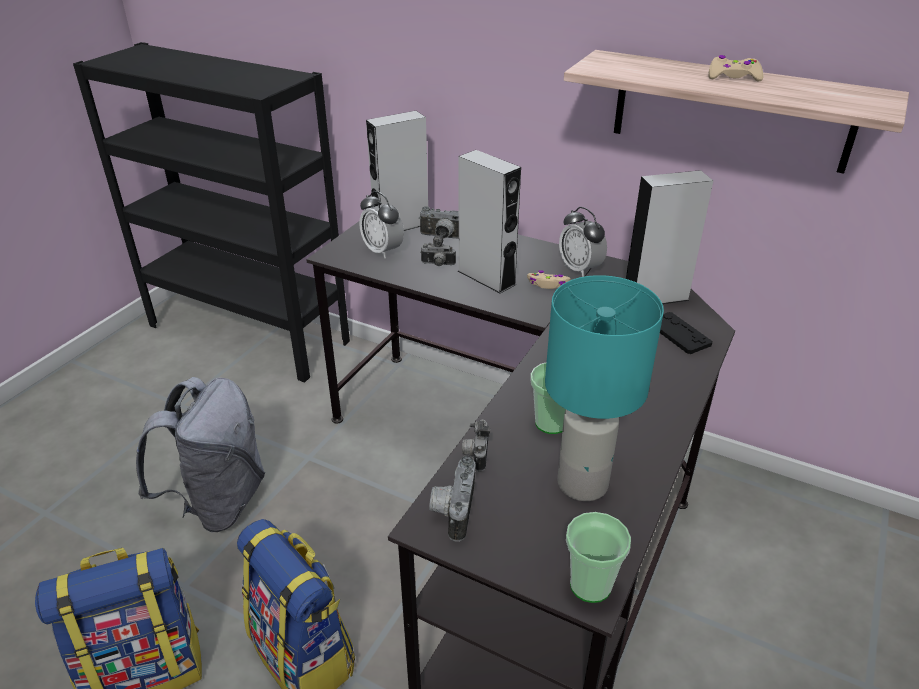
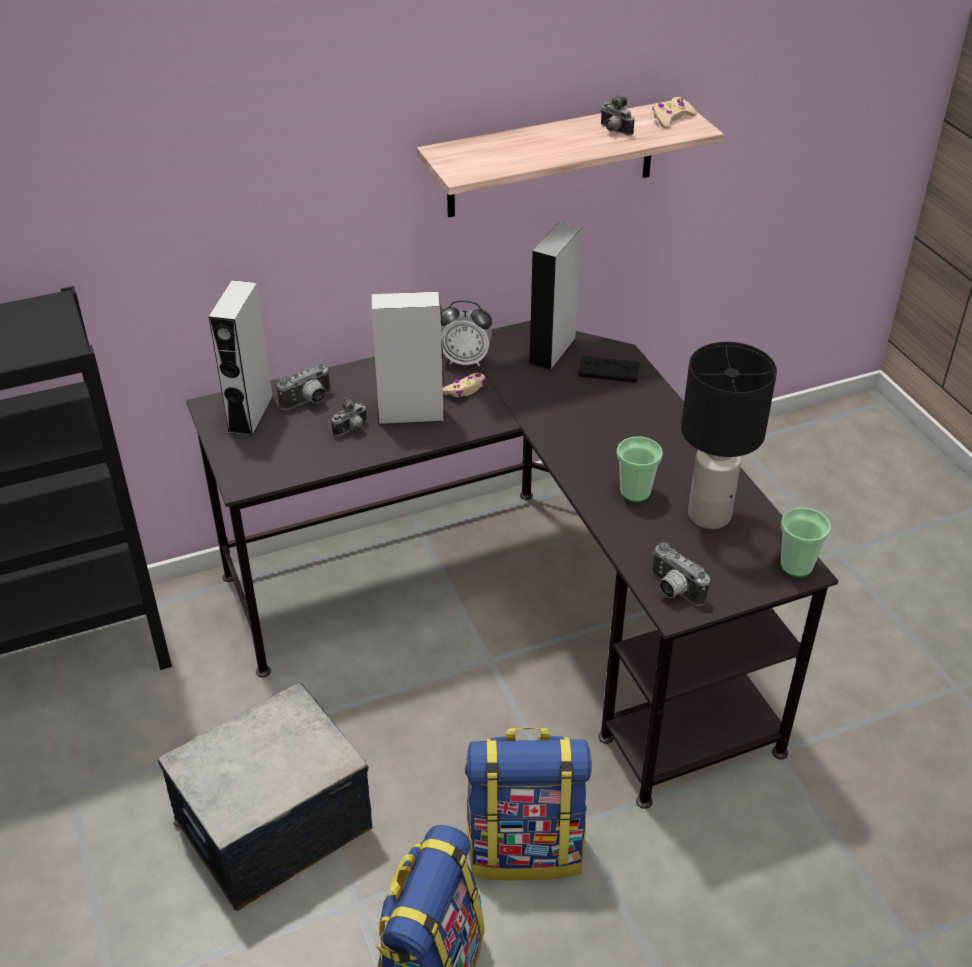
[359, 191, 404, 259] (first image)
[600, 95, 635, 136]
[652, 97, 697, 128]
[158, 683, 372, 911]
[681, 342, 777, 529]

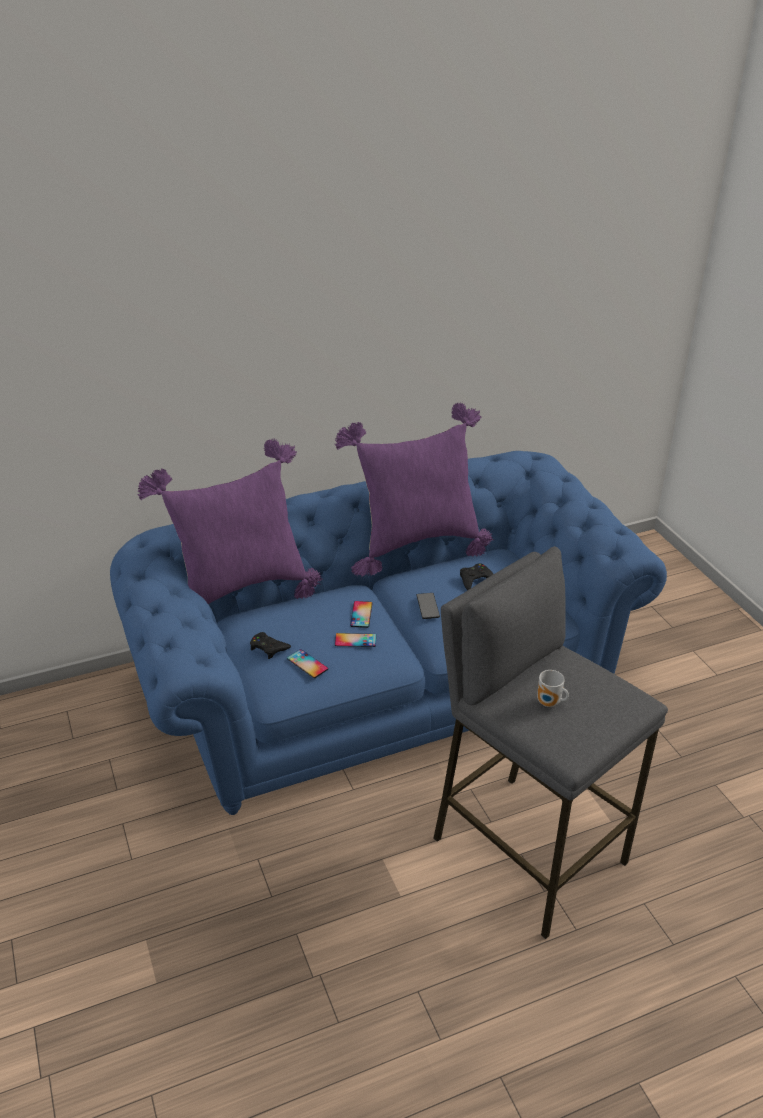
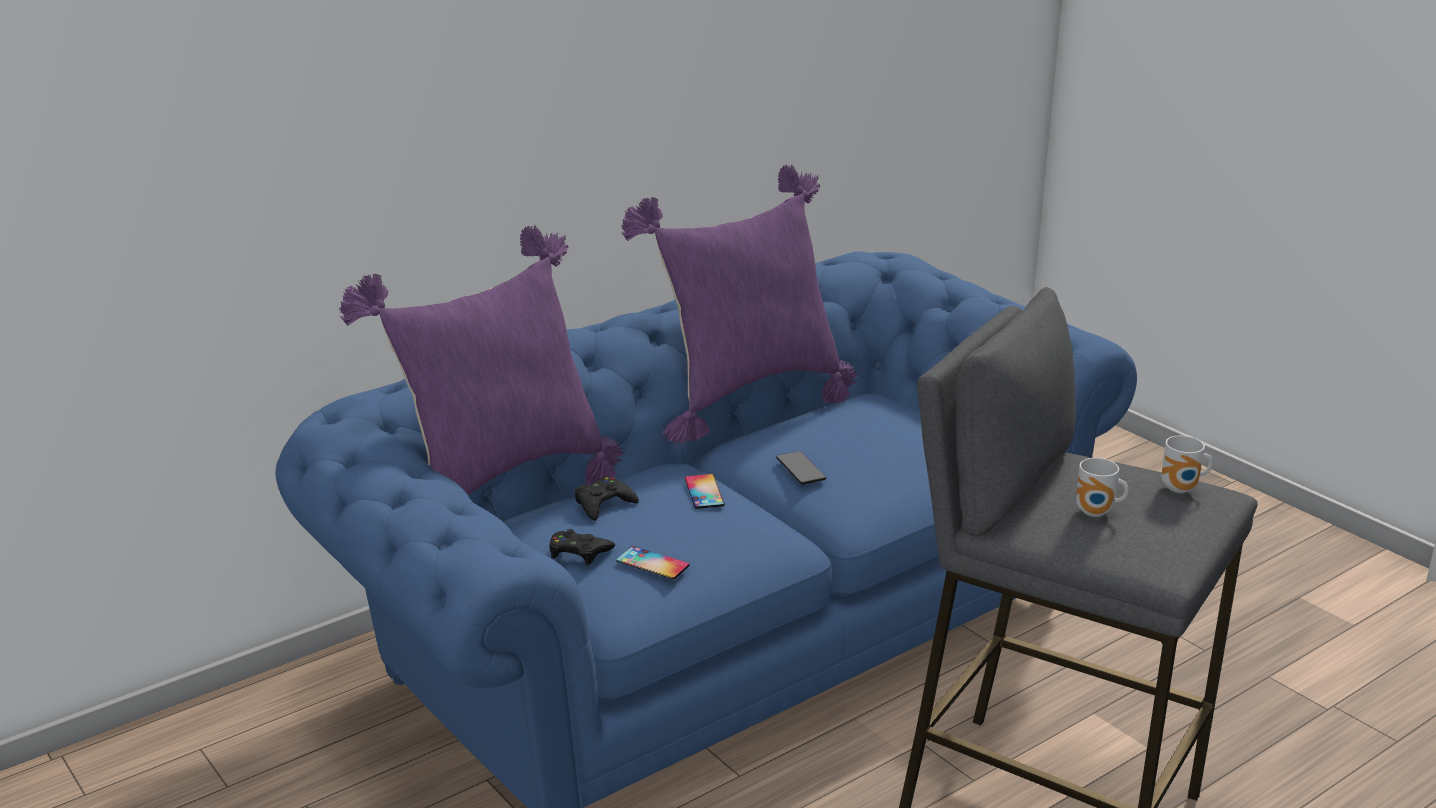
[335, 633, 376, 647] (first image)
[1161, 436, 1213, 493]
[575, 477, 639, 521]

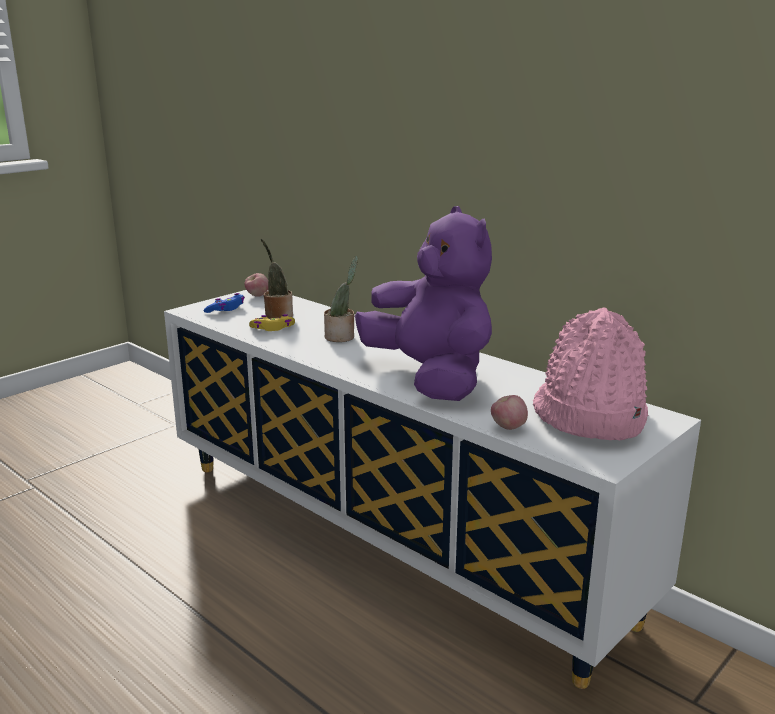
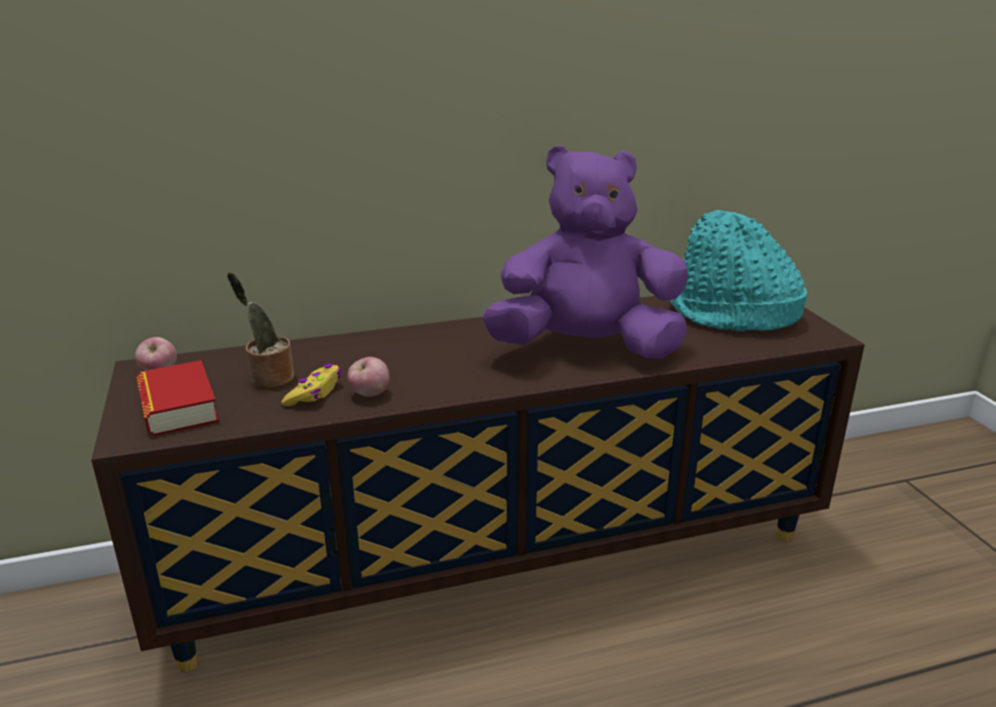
[324, 256, 358, 342] (first image)
[347, 357, 389, 397]
[137, 360, 219, 436]
[91, 296, 865, 673]
[670, 210, 807, 332]

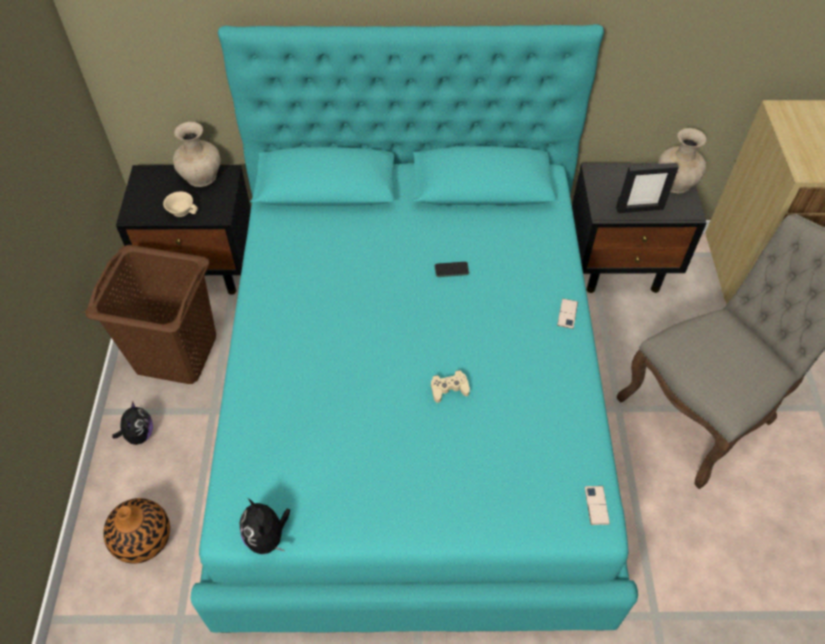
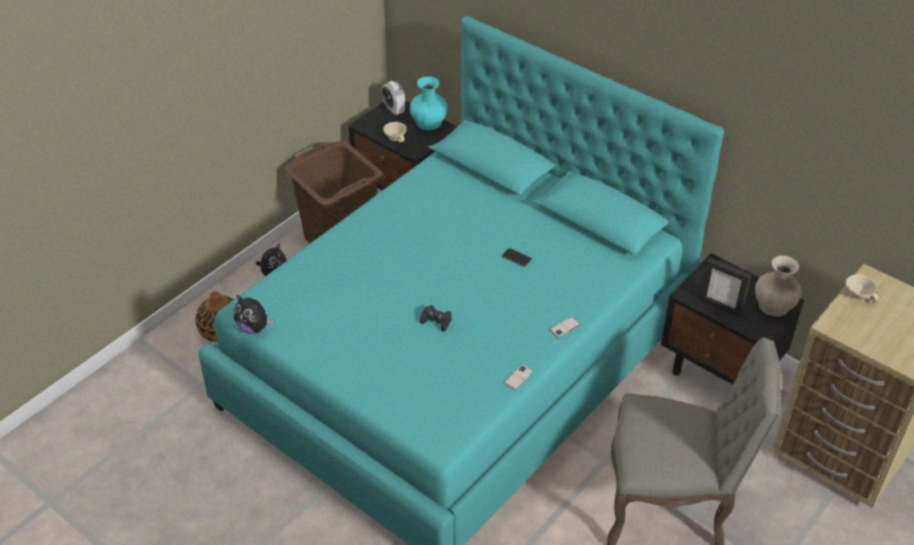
[382, 81, 406, 115]
[846, 274, 878, 303]
[504, 364, 533, 390]
[410, 76, 448, 130]
[420, 305, 451, 332]
[234, 294, 273, 334]

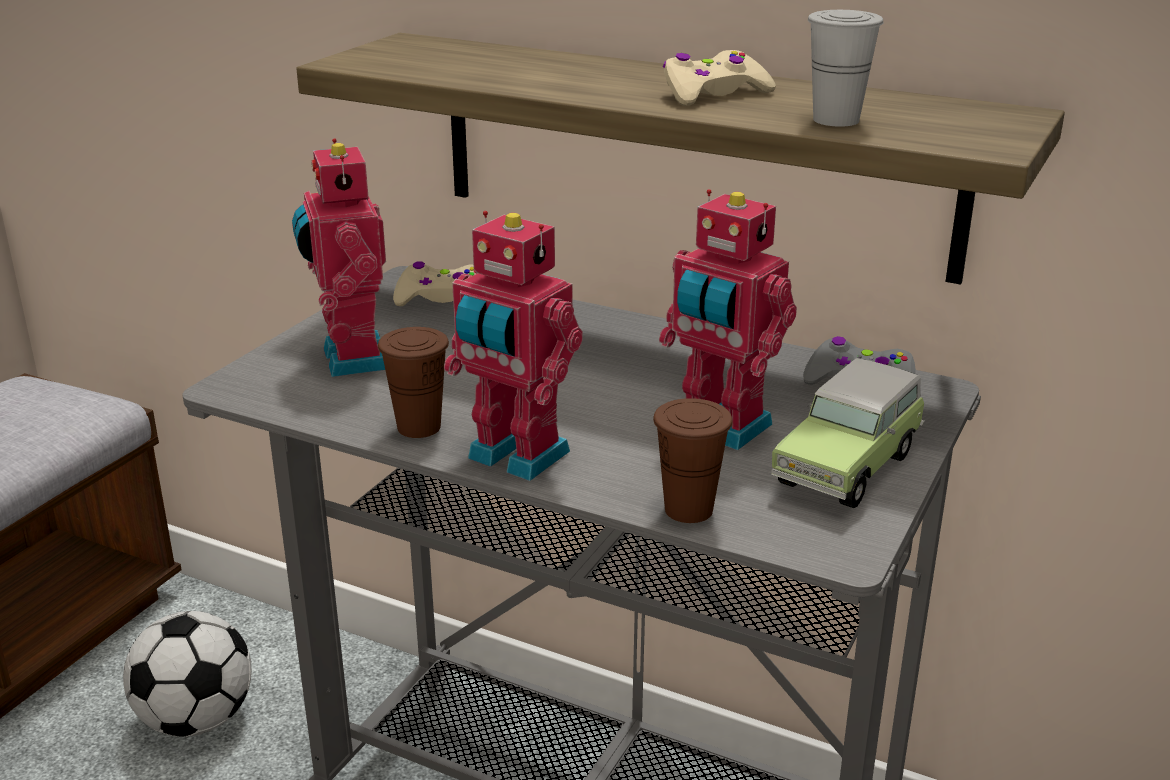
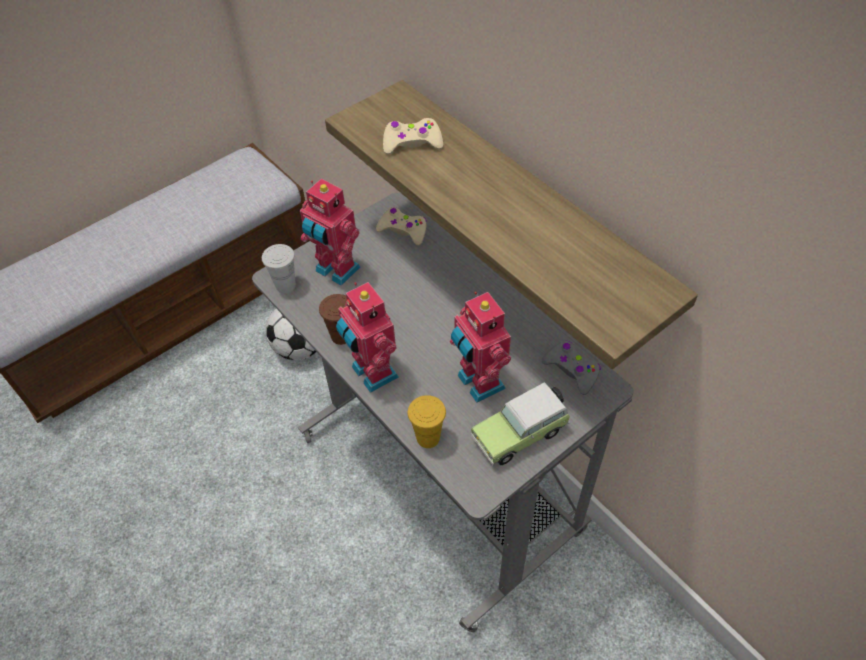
[383, 118, 443, 155]
[262, 244, 296, 293]
[408, 395, 446, 448]
[300, 179, 360, 286]

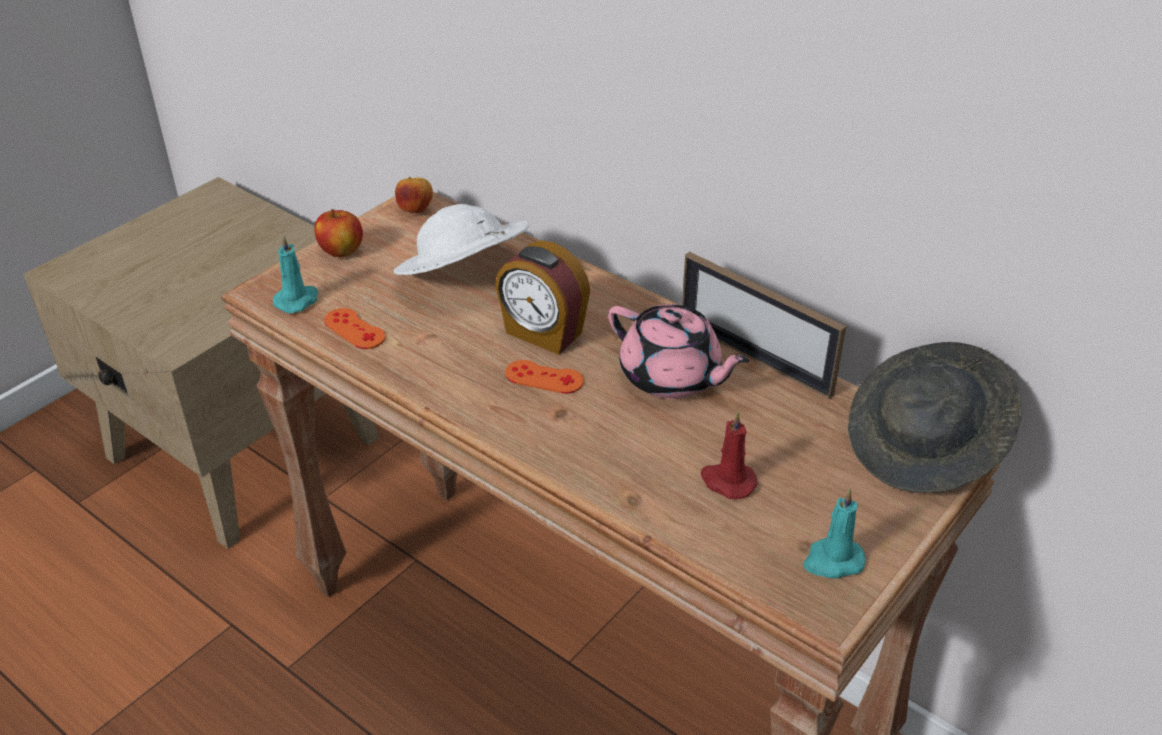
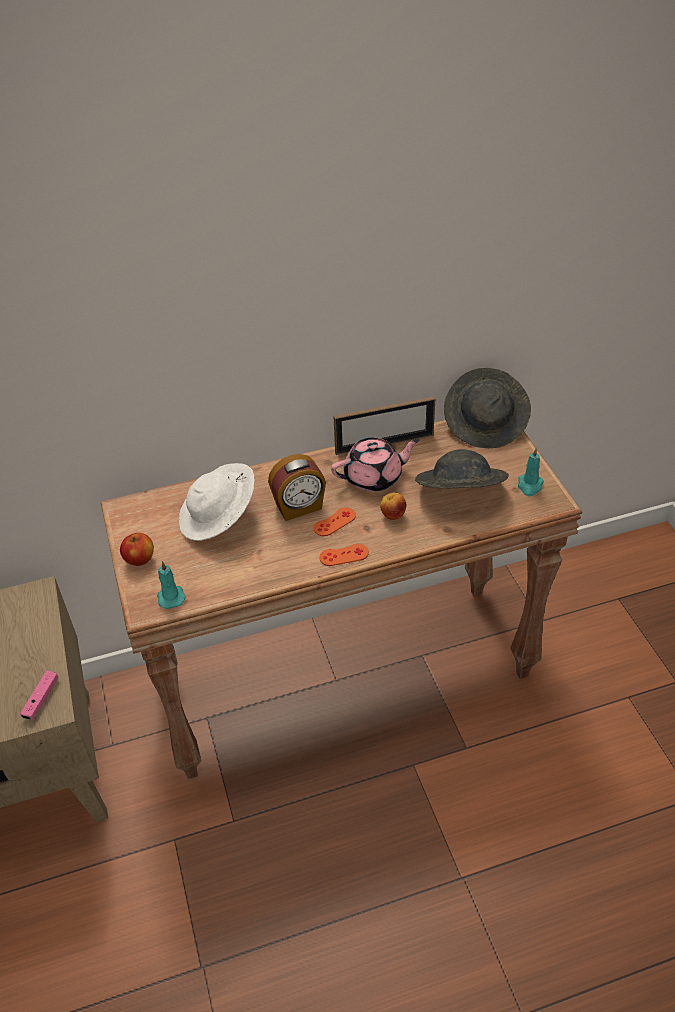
[20, 671, 58, 720]
[319, 544, 369, 566]
[380, 493, 406, 520]
[415, 449, 509, 489]

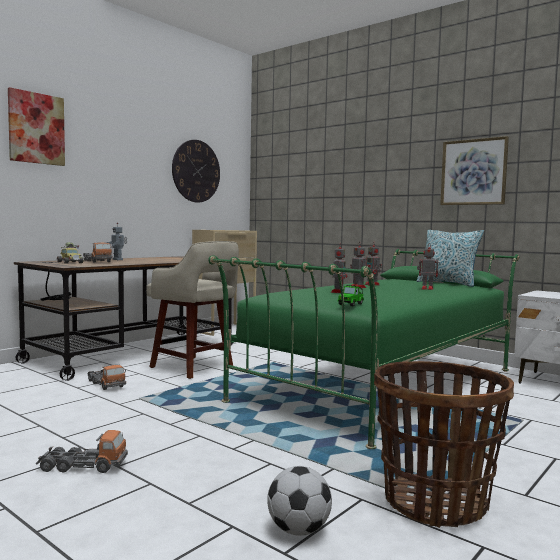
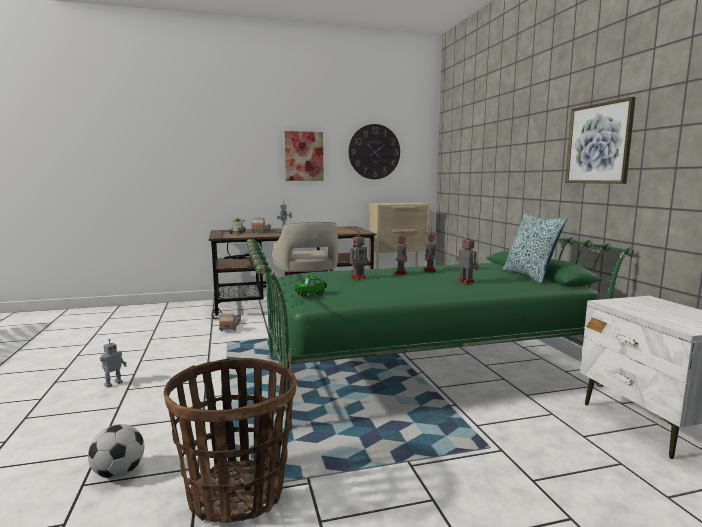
[284, 131, 324, 181]
[100, 339, 127, 388]

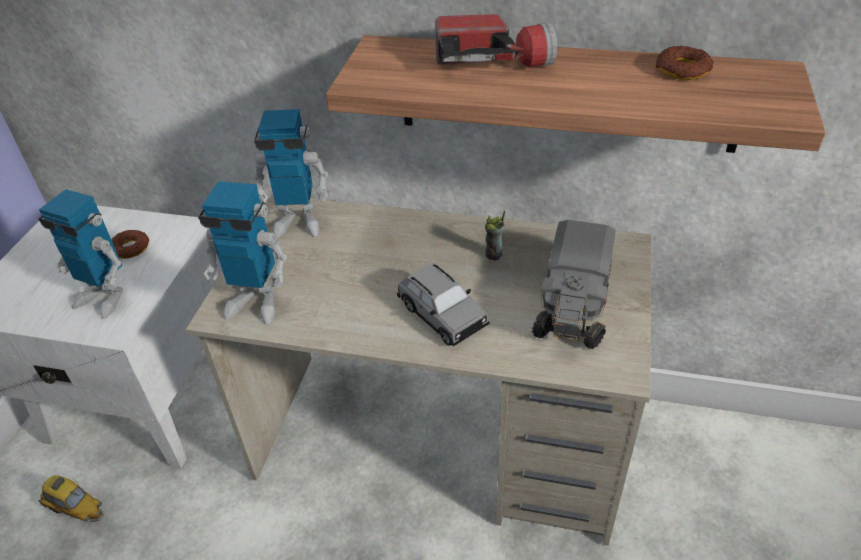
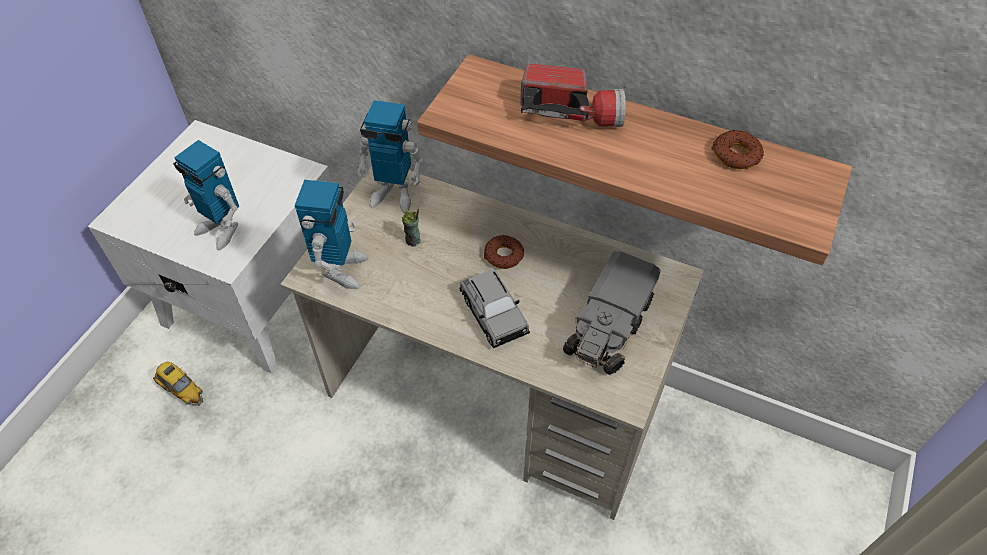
[484, 235, 524, 269]
[402, 209, 421, 247]
[295, 180, 369, 289]

